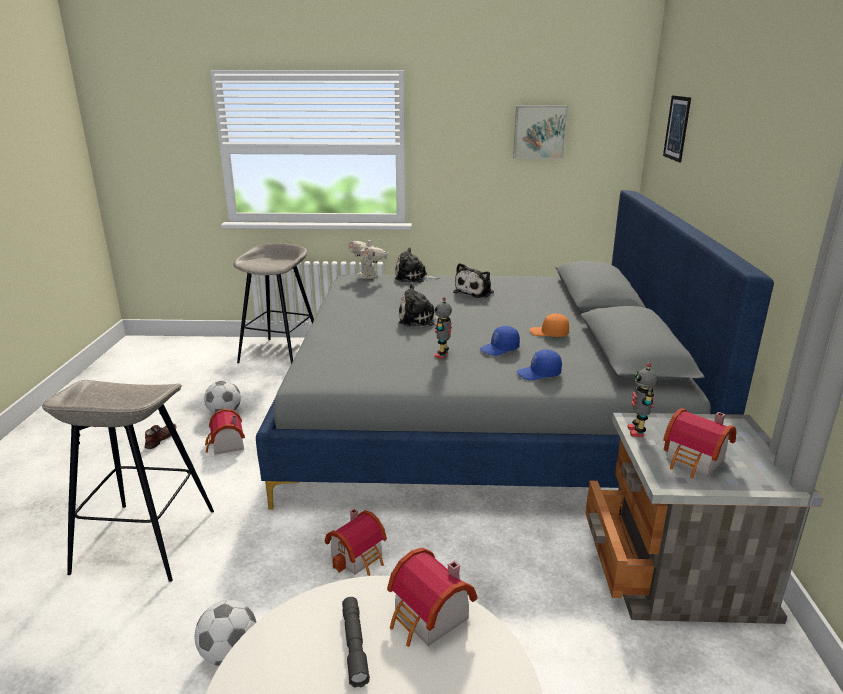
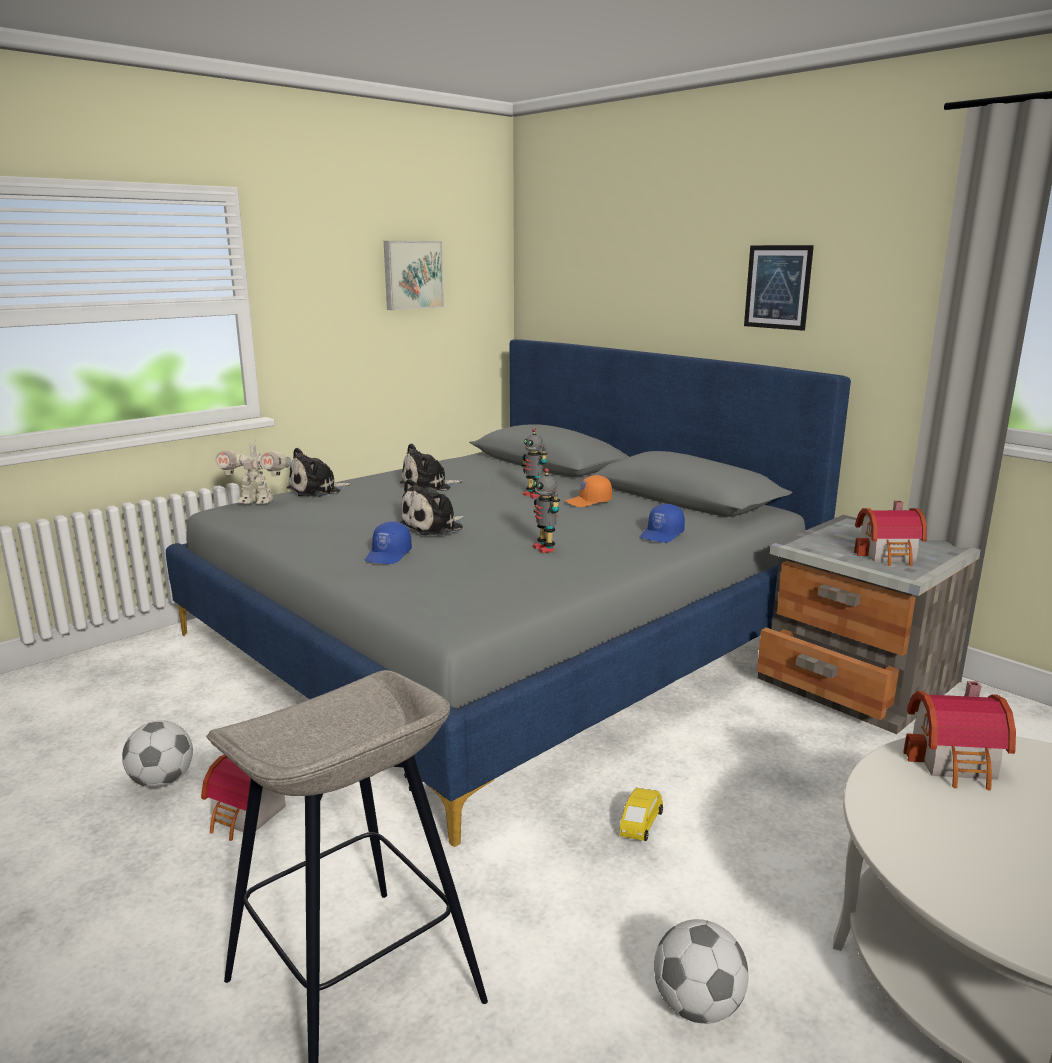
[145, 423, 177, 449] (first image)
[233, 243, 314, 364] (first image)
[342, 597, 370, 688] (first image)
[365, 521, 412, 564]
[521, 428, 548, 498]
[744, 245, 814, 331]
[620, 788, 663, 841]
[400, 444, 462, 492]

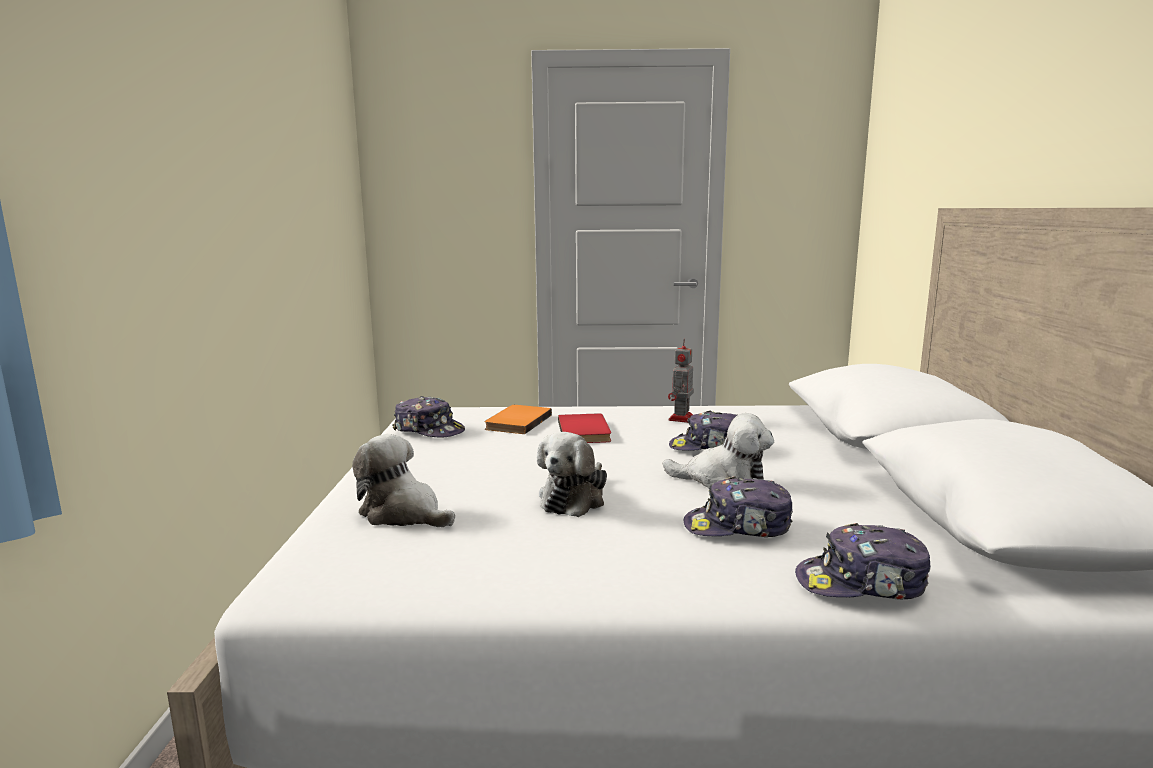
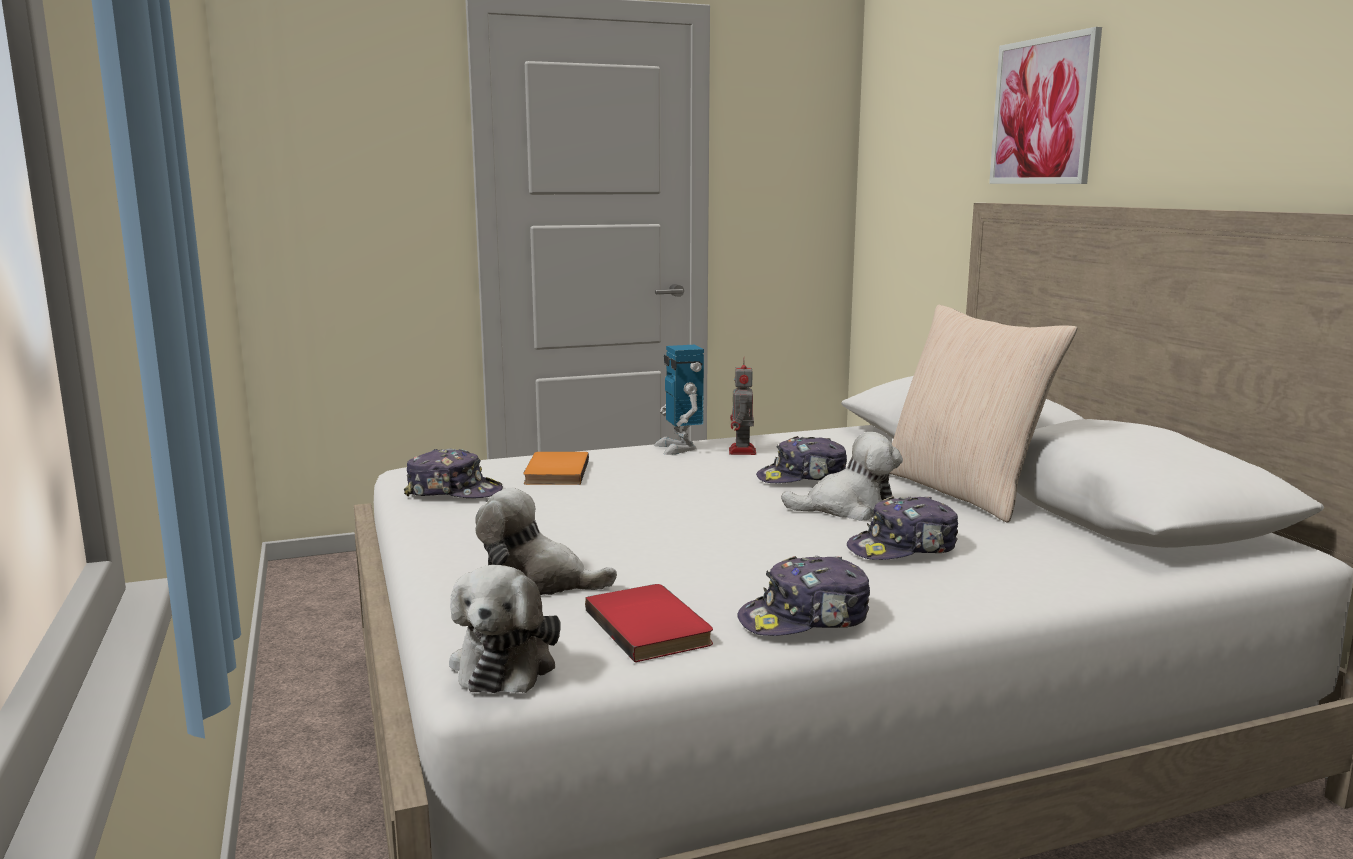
[654, 345, 704, 455]
[889, 305, 1078, 522]
[989, 27, 1102, 184]
[449, 565, 561, 693]
[585, 584, 713, 662]
[738, 556, 870, 636]

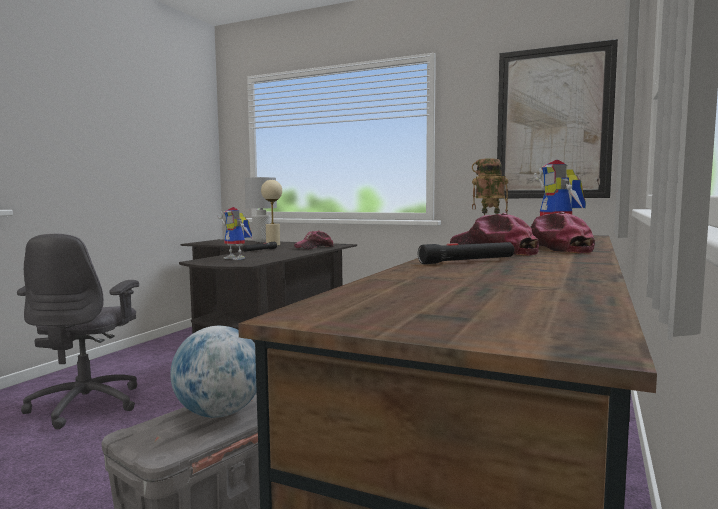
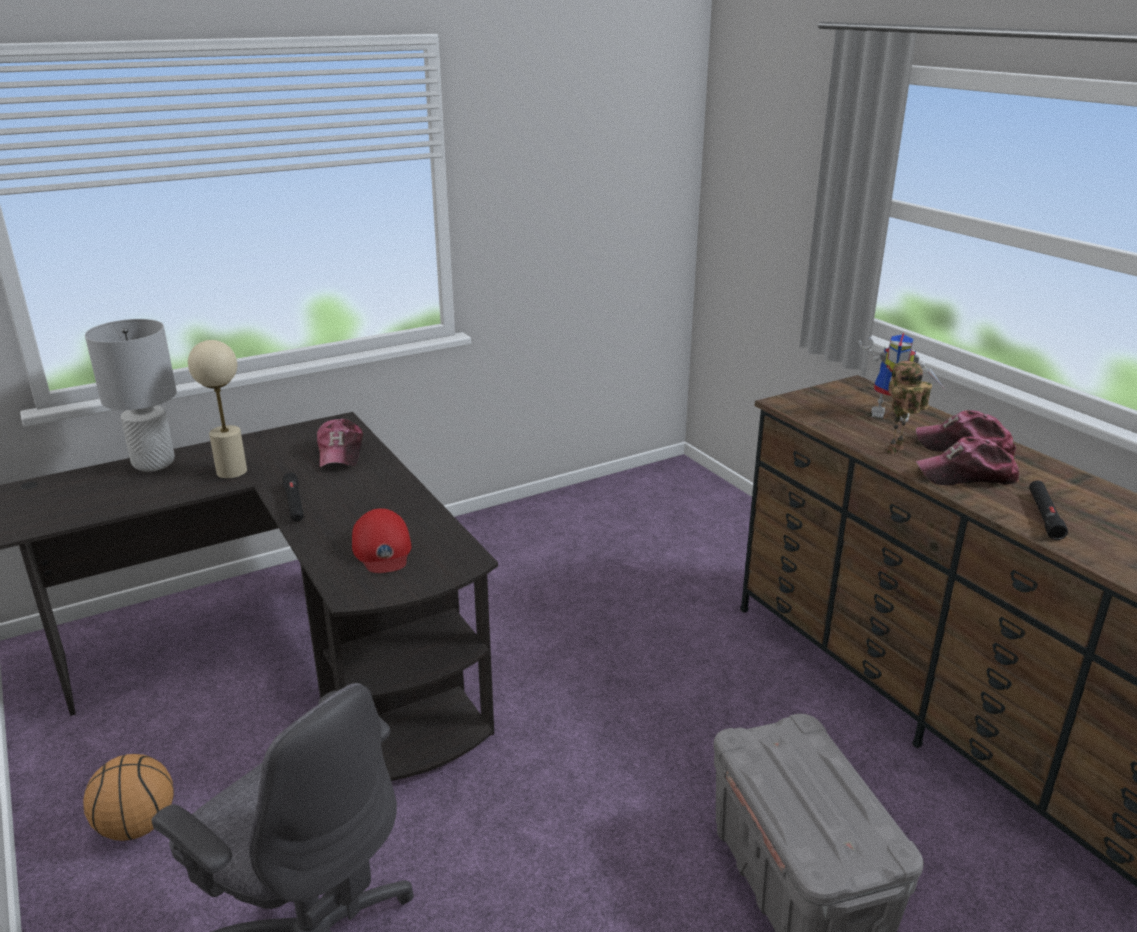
[170, 326, 257, 418] (first image)
[497, 39, 618, 198] (first image)
[83, 754, 174, 841]
[352, 508, 411, 573]

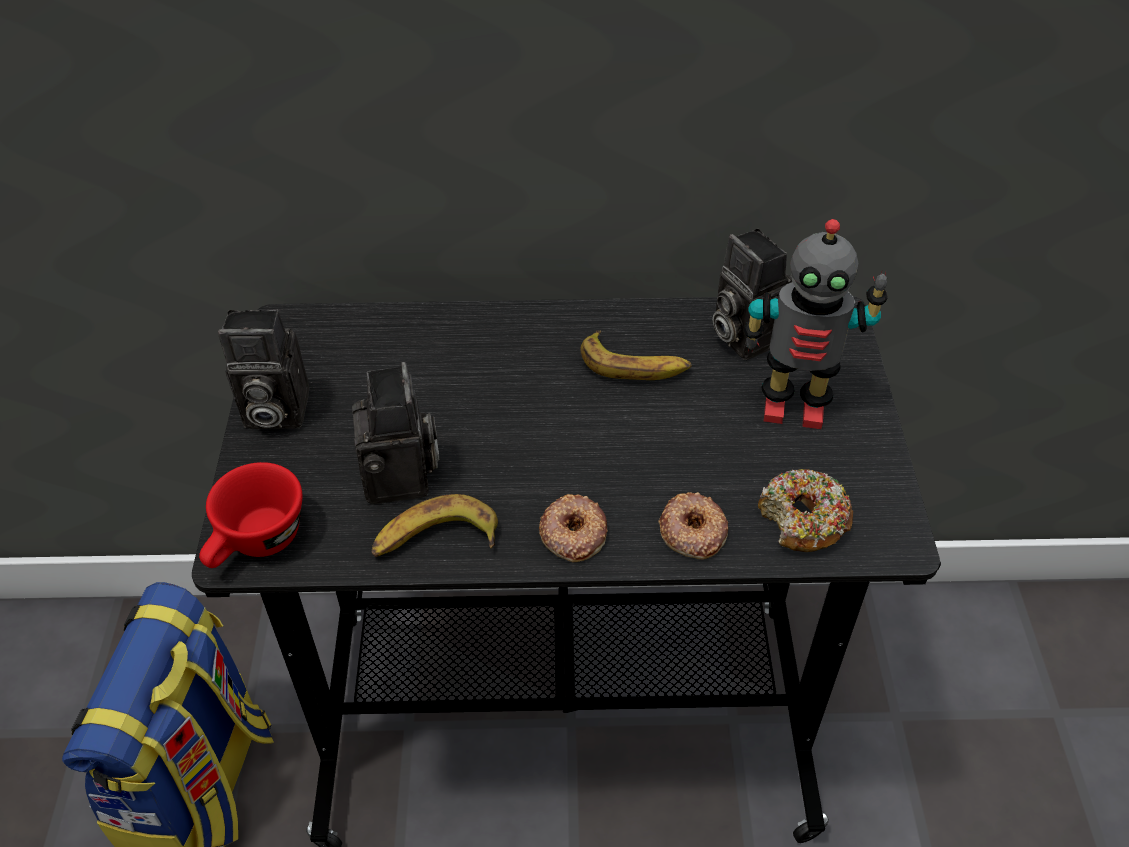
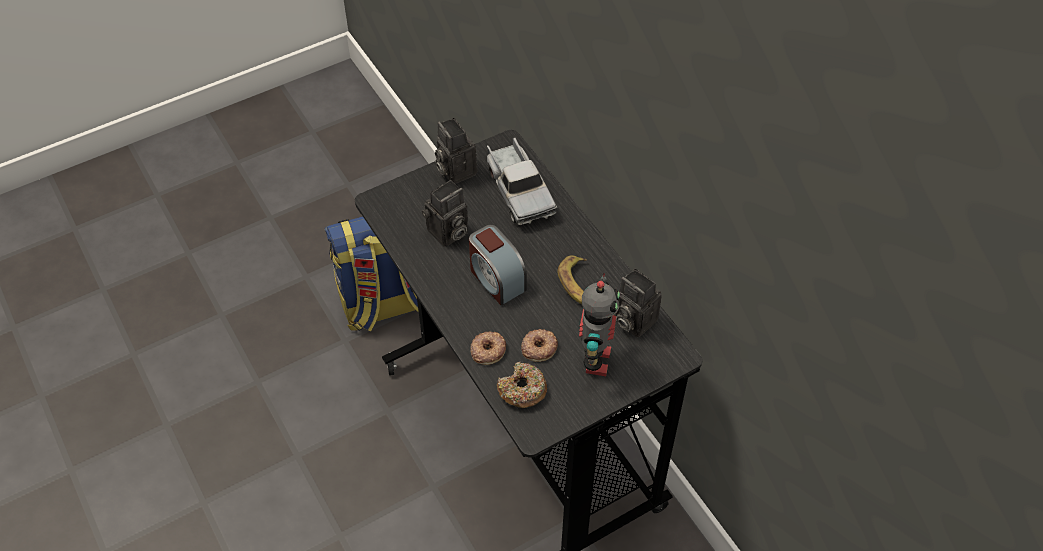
[199, 462, 302, 568] (first image)
[372, 494, 498, 557] (first image)
[469, 225, 527, 305]
[487, 138, 557, 225]
[521, 329, 558, 362]
[615, 268, 662, 338]
[579, 274, 620, 376]

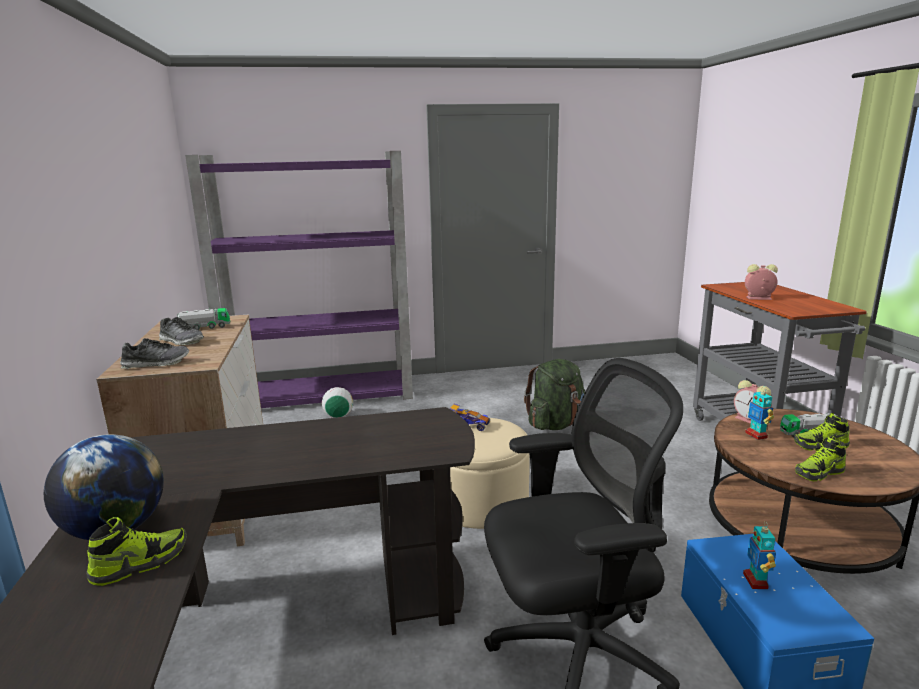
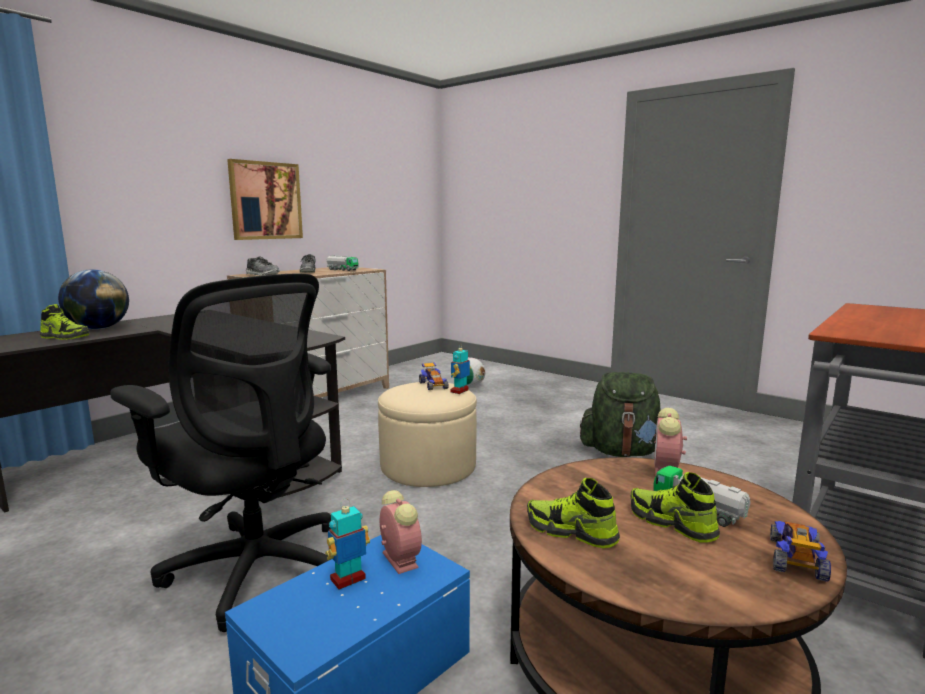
[185, 151, 413, 408] (first image)
[227, 159, 303, 240]
[770, 521, 831, 582]
[380, 490, 422, 574]
[451, 344, 471, 394]

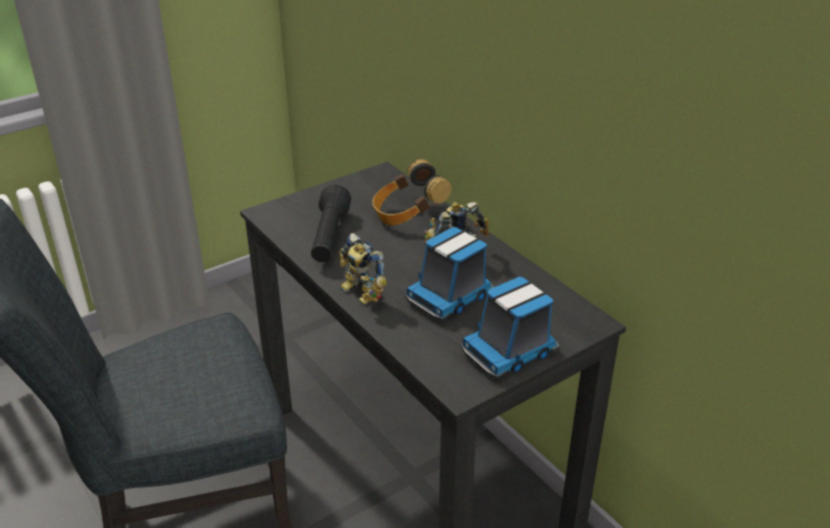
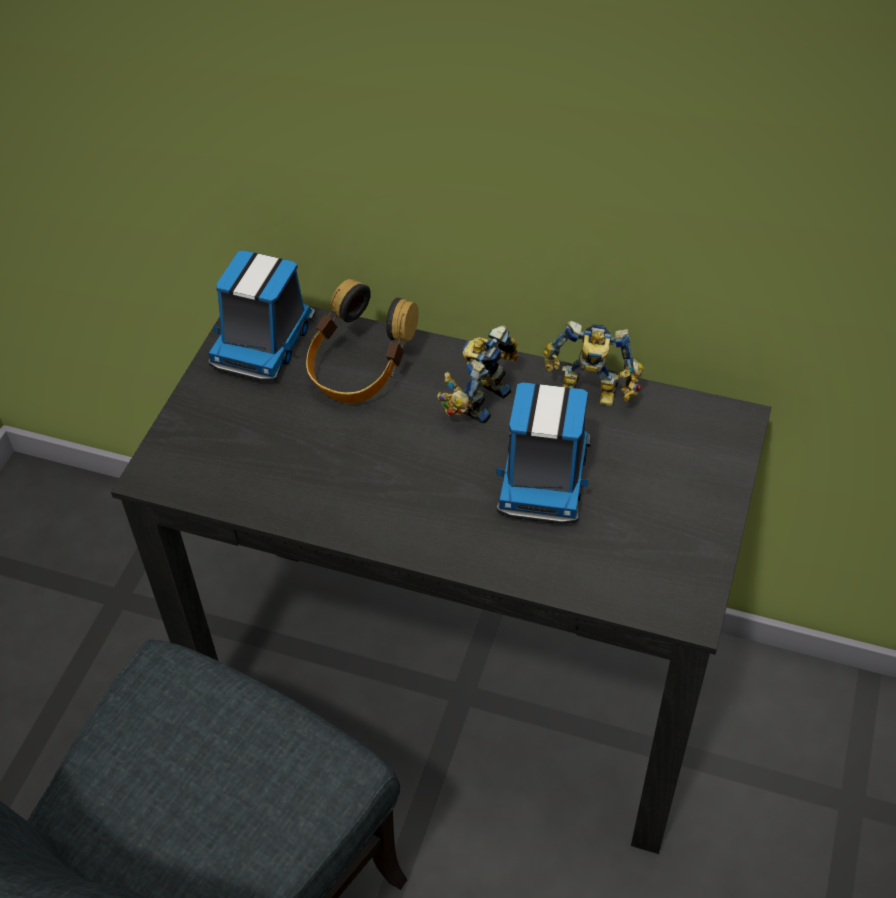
[311, 184, 351, 262] (first image)
[543, 321, 644, 406]
[208, 250, 316, 381]

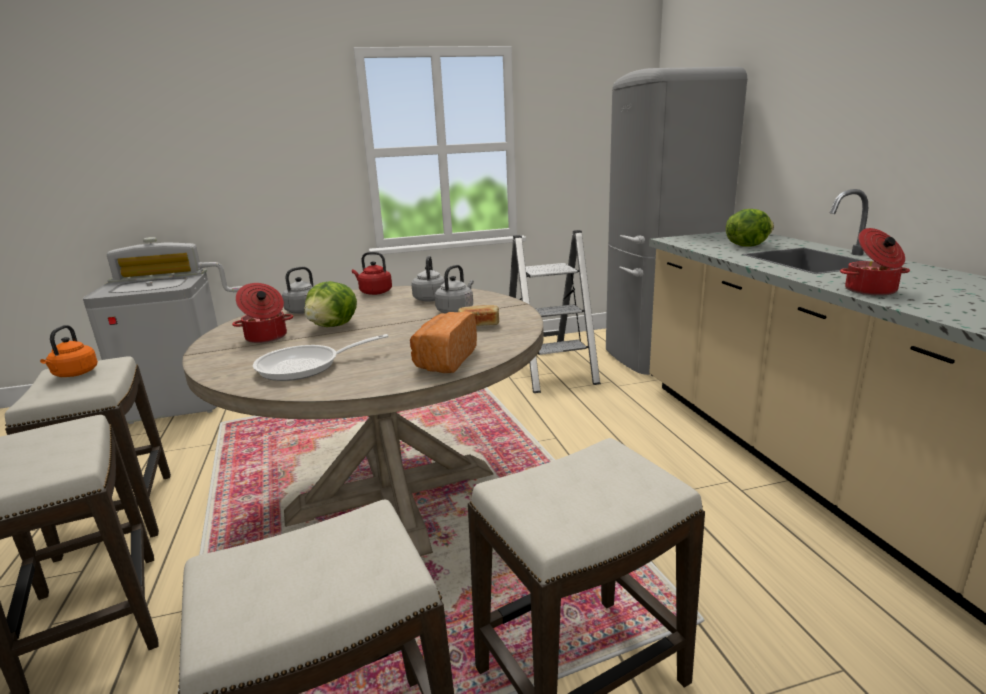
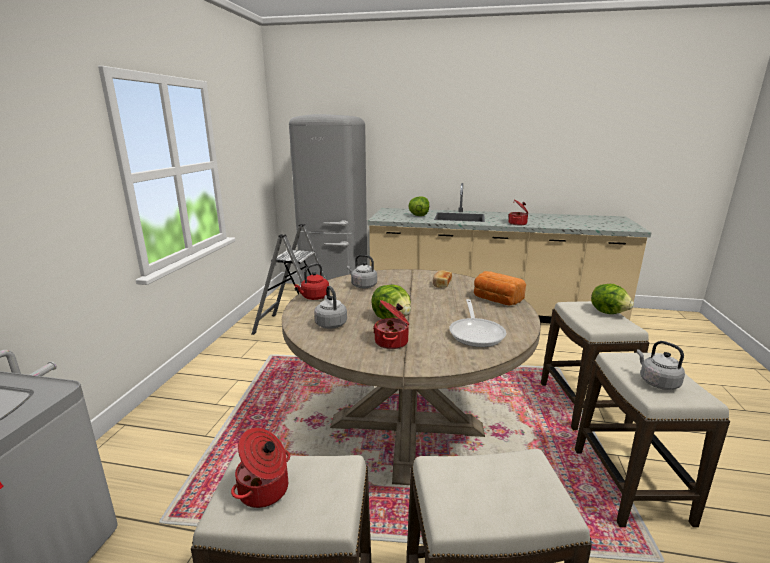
[591, 284, 634, 314]
[637, 341, 685, 390]
[231, 428, 290, 508]

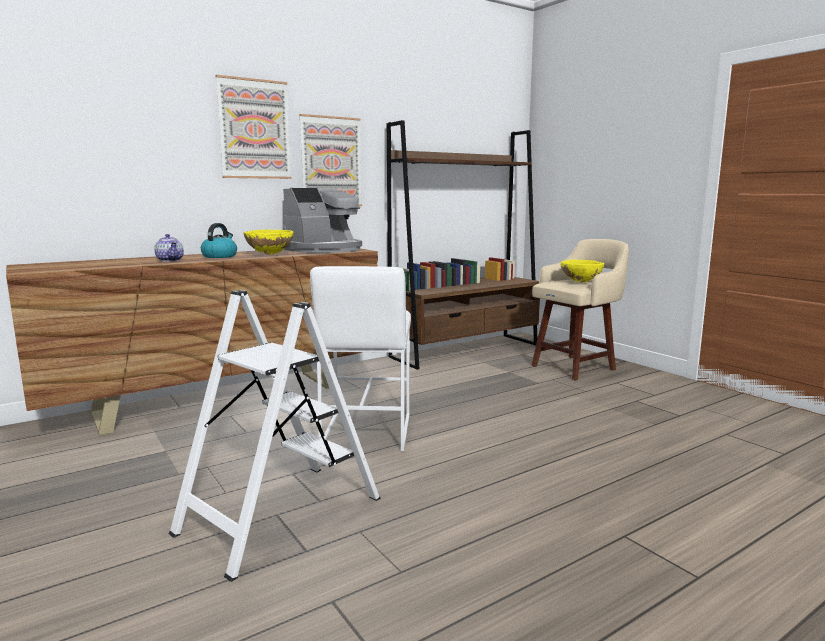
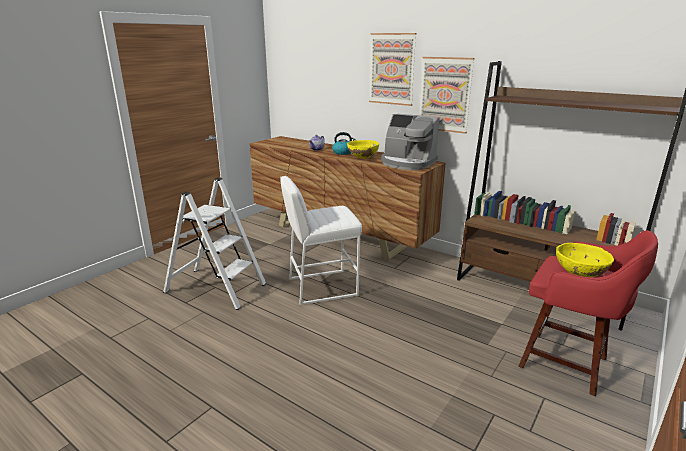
[519, 230, 658, 396]

